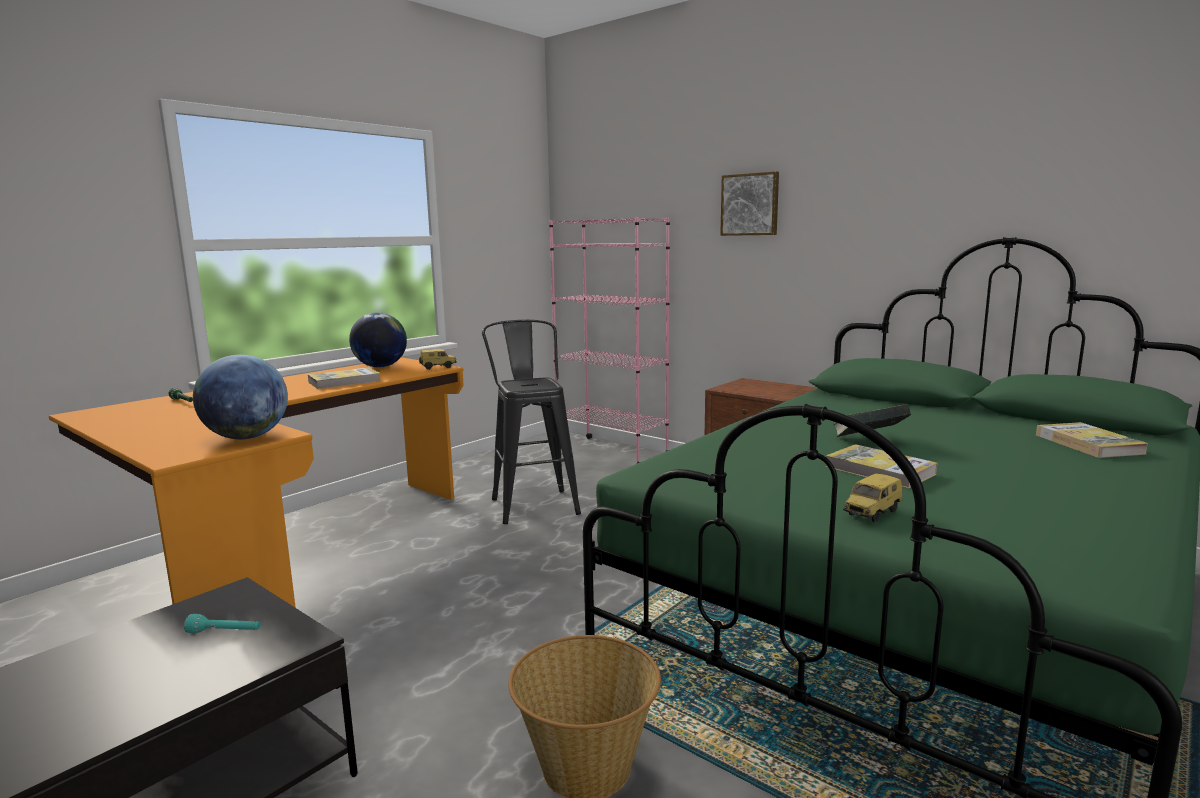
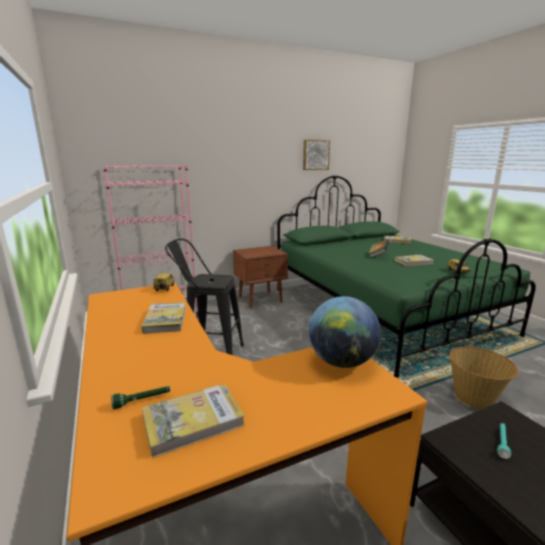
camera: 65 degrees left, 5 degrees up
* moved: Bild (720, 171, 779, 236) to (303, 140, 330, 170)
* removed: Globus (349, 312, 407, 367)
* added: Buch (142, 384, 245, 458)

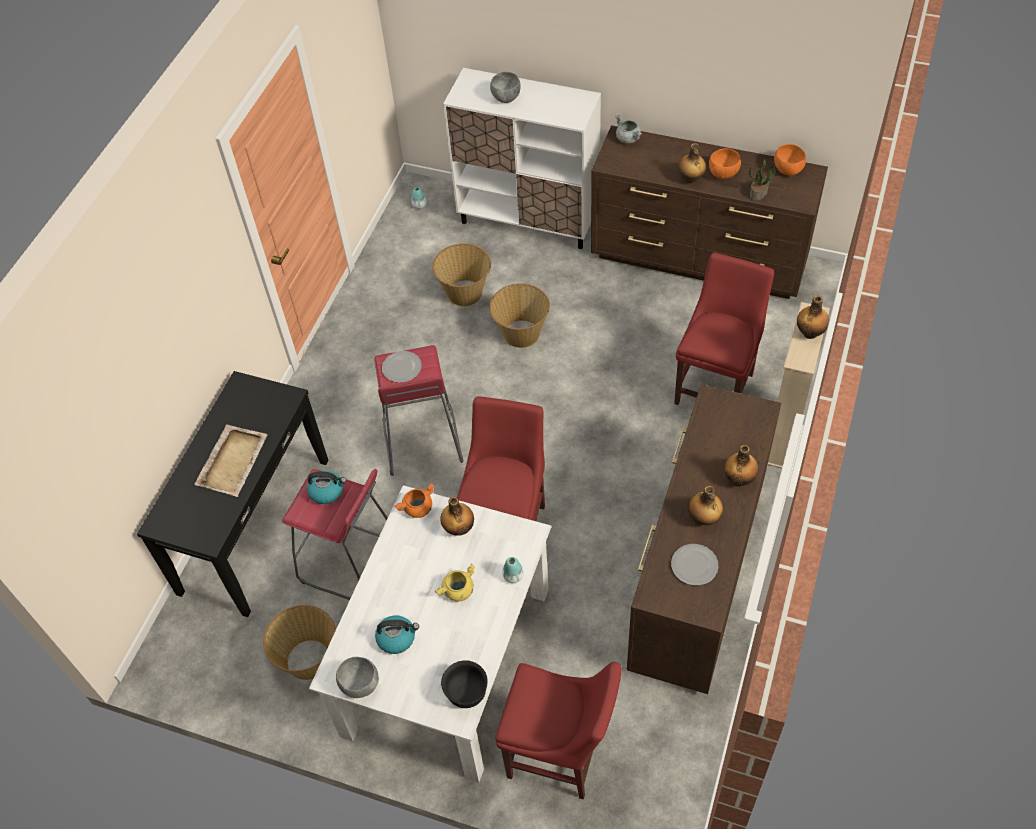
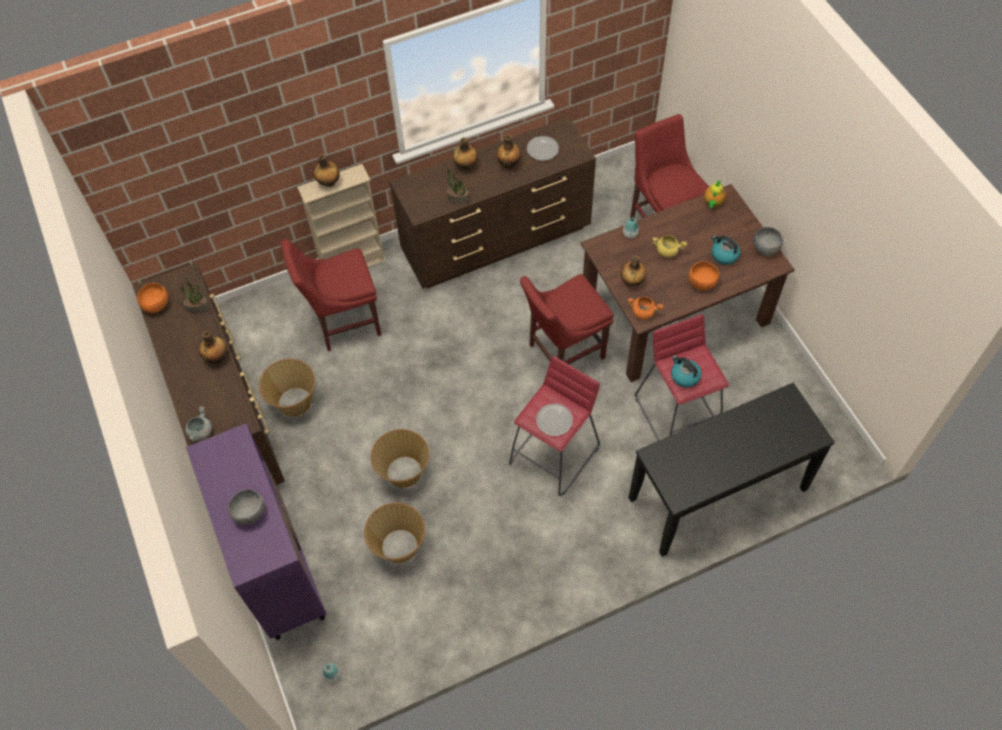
camera: 135 degrees left, 5 degrees up
* recoloured: Schrank [weiß] (443, 68, 601, 249) to Schrank [lila] (186, 423, 326, 640)
* moved: Schüssel [orange] (709, 148, 741, 179) to (688, 261, 719, 290)
* removed: Tablett [beige] (194, 424, 268, 497)
* recoloured: Esstisch [weiß] (309, 485, 551, 783) to Esstisch [braun] (581, 184, 795, 382)
* moved: Korb (263, 605, 336, 680) to (259, 359, 315, 417)
* replaced: Schüssel [schwarz] (441, 660, 488, 708) to Teekanne (704, 180, 726, 208)
* added: Topfpflanze (447, 169, 469, 204)

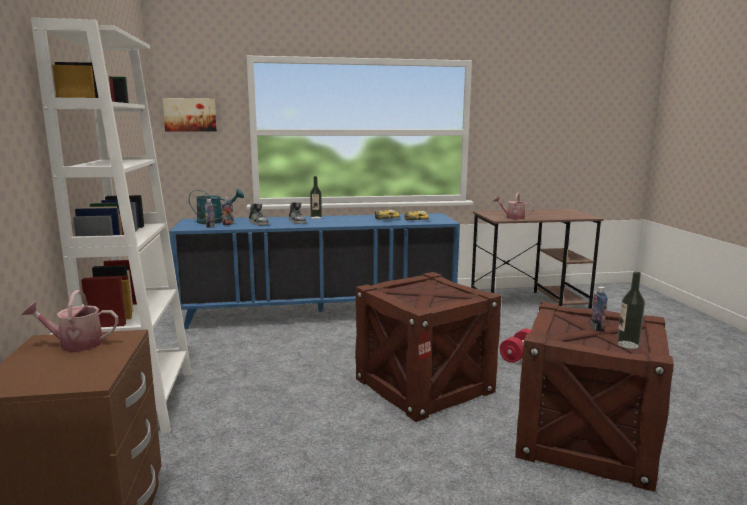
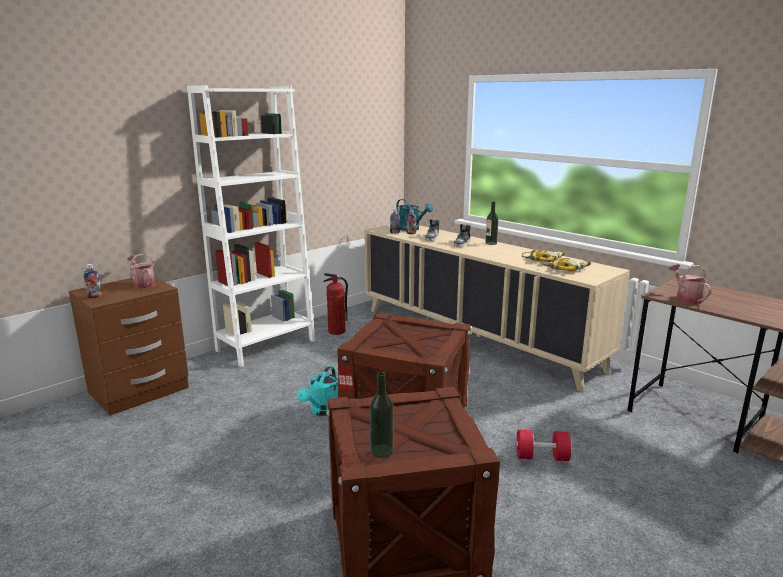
camera: 55 degrees right, 5 degrees up
* removed: Bild (162, 98, 217, 132)
* recoloured: Schrank [blau] (169, 213, 460, 329) to Schrank [beige] (364, 225, 630, 392)
* moved: Flasche (590, 286, 607, 332) to (84, 264, 102, 299)
* added: Feuerlöscher (324, 273, 348, 335)
* added: Gießkanne [türkis] (298, 366, 338, 416)

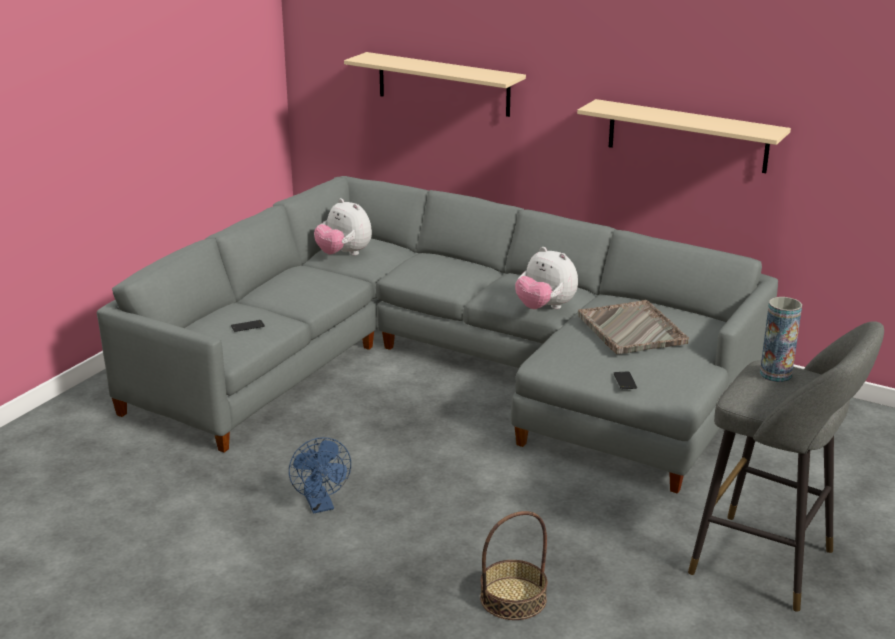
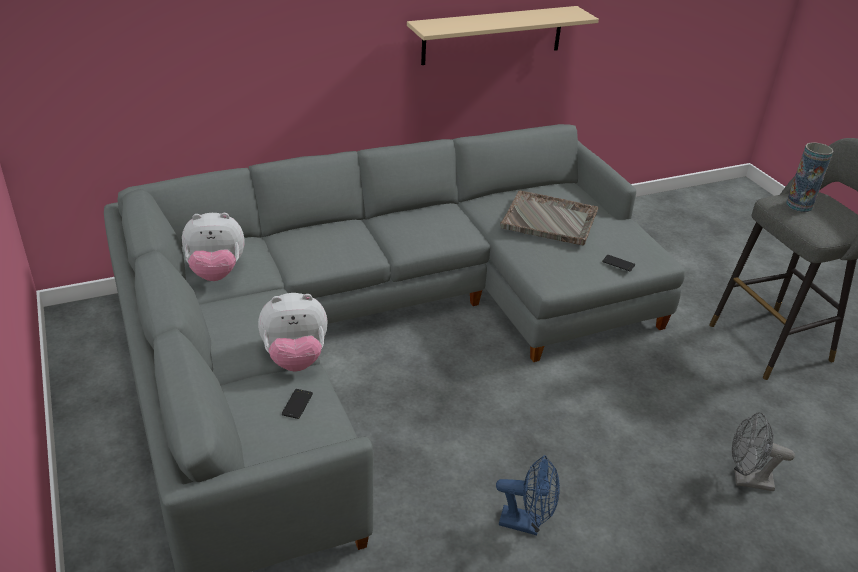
camera: 55 degrees left, 10 degrees up
* removed: Wandregal [beige] (344, 52, 526, 117)
* moved: Plüschtier (515, 247, 578, 309) to (258, 293, 328, 371)
* replaced: Korb (480, 511, 547, 620) to Ventilator [grau] (732, 412, 795, 491)

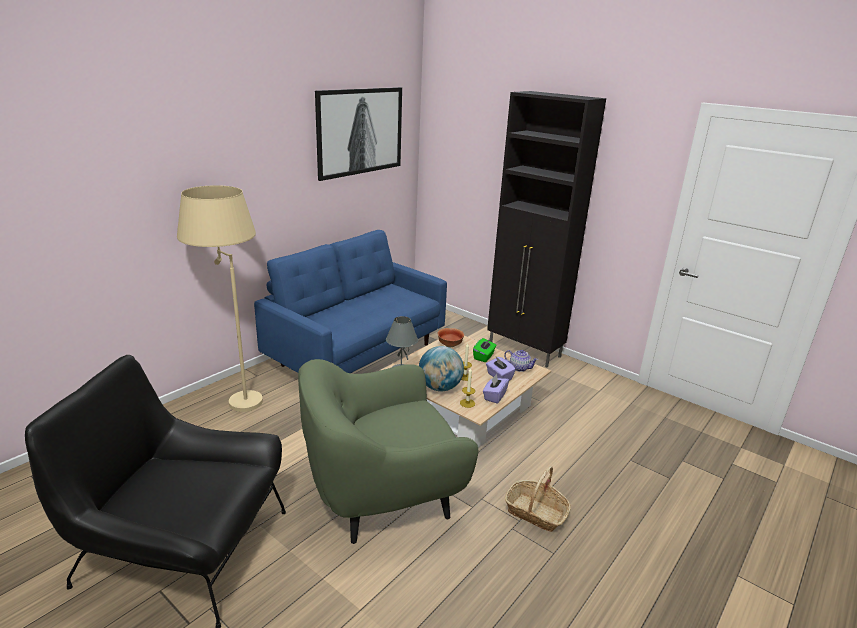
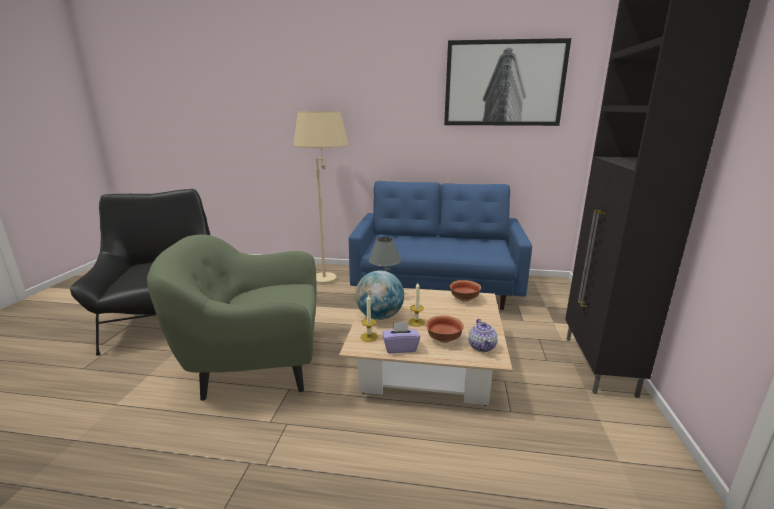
camera: 60 degrees right, 5 degrees down
* removed: Taschentuchbox [grün] (473, 338, 497, 362)
* replaced: Taschentuchbox [lila] (486, 357, 516, 381) to Schüssel (426, 315, 464, 343)
* turned: Sessel [grün] (298, 359, 478, 544) = (147, 235, 317, 401) 45 degrees counterclockwise
* removed: Korb (505, 466, 571, 532)

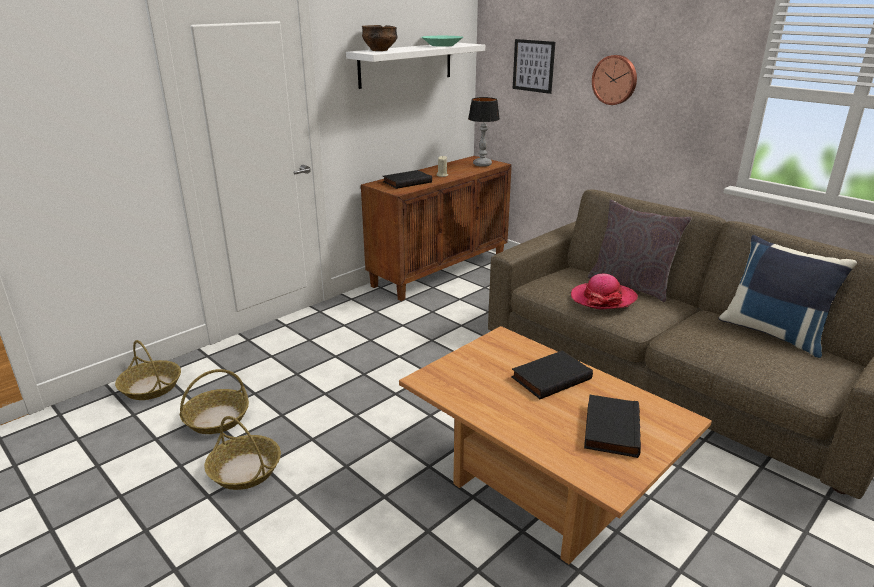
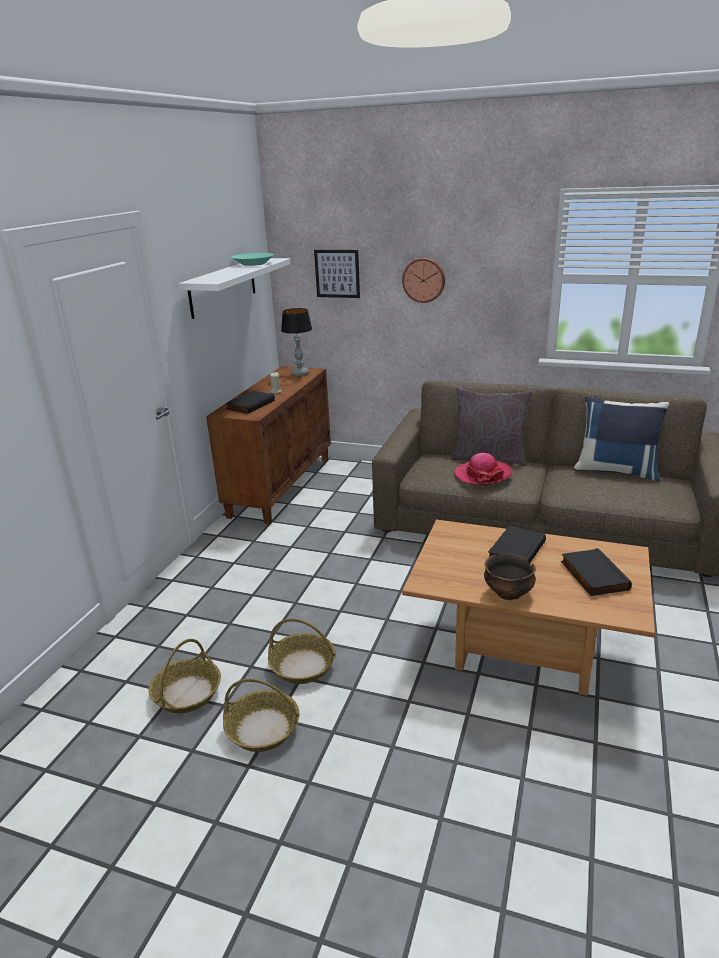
camera: 25 degrees left, 0 degrees up
* moved: Schüssel (362, 25, 398, 51) to (484, 553, 536, 600)
* moved: Korb (115, 340, 181, 400) to (268, 619, 336, 684)

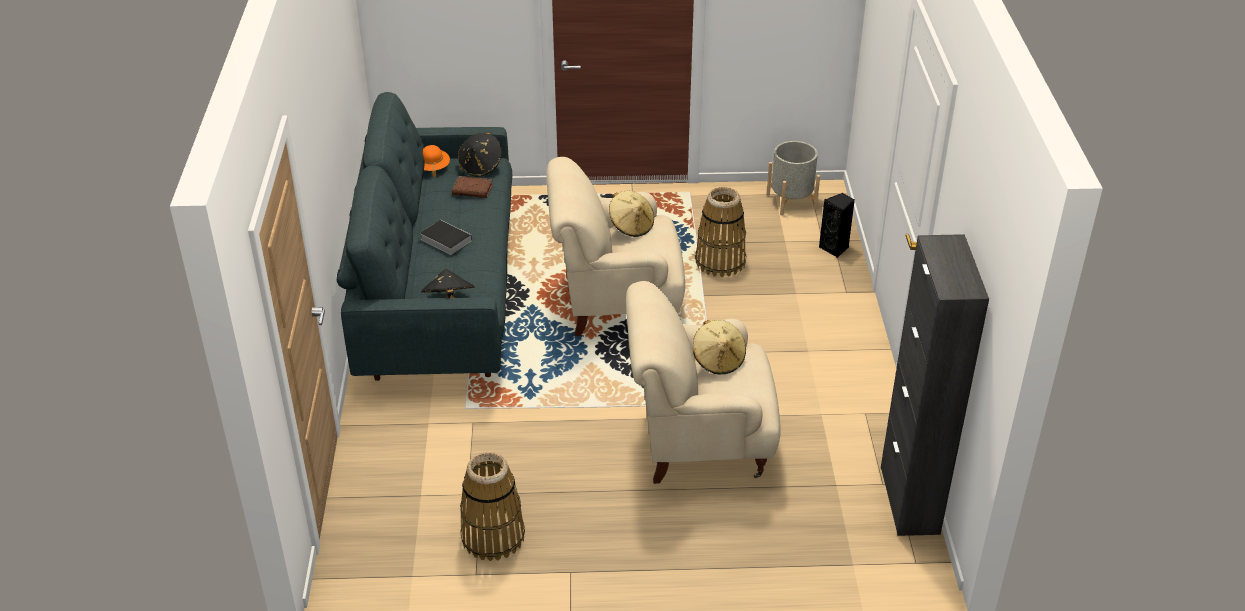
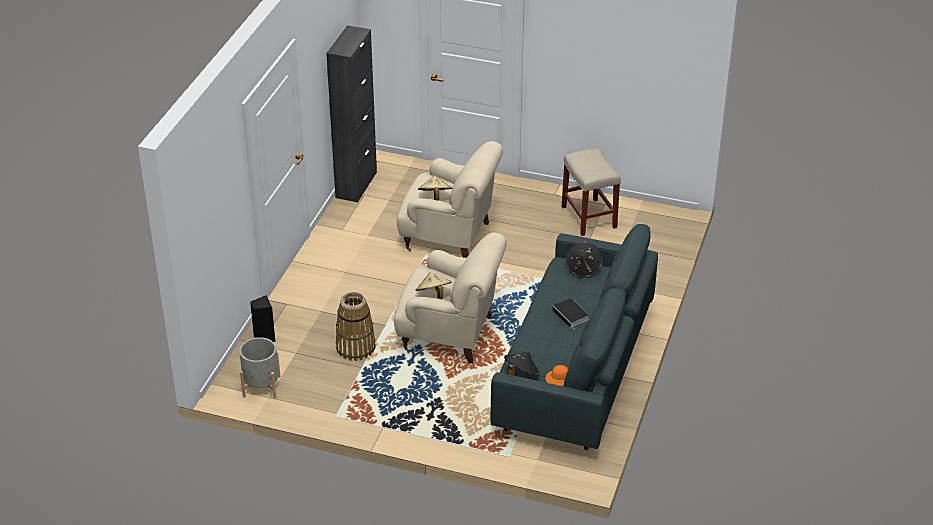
camera: 160 degrees left, 0 degrees up
* removed: Buch [braun] (452, 176, 493, 198)
* replaced: Korb (460, 452, 525, 561) to Hocker [beige] (562, 148, 621, 236)

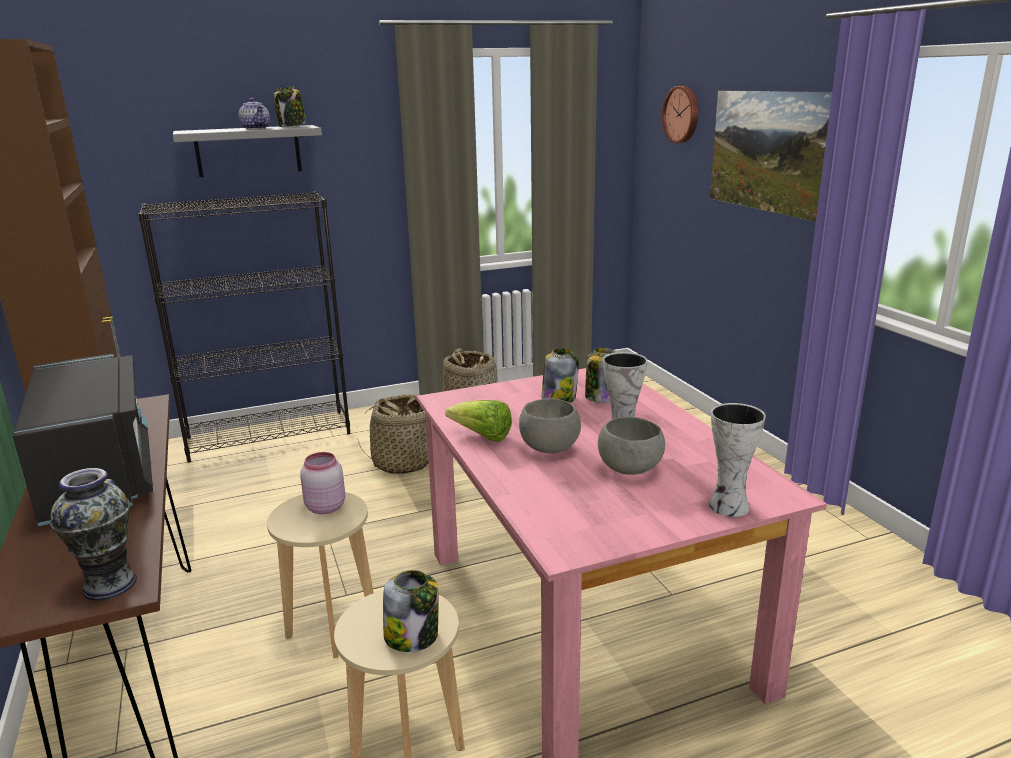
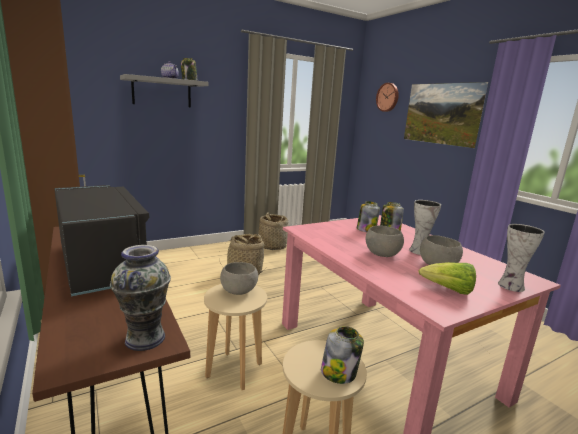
camera: 10 degrees left, 5 degrees down
* removed: Bücherregal [schwarz] (138, 192, 351, 463)
* moved: Salatkopf (445, 400, 512, 442) to (418, 262, 476, 295)
* replaced: Vorratsglas [rosa] (300, 452, 345, 514) to Schüssel [grau] (220, 262, 258, 295)

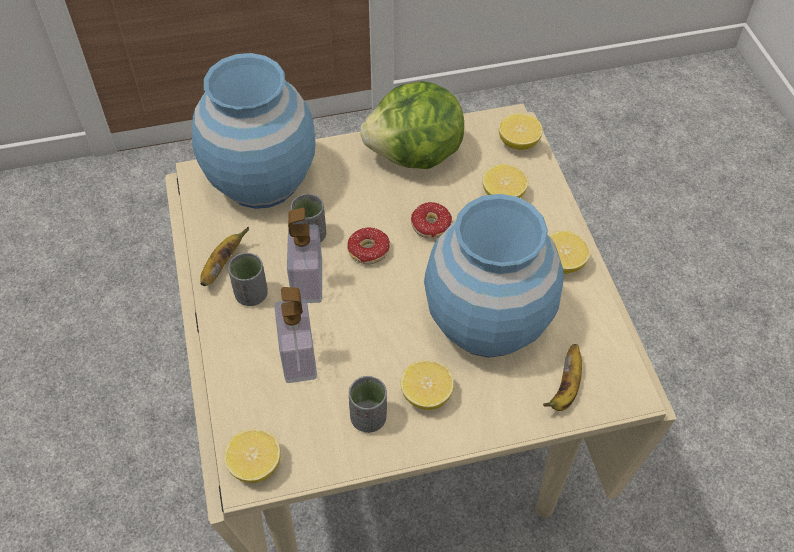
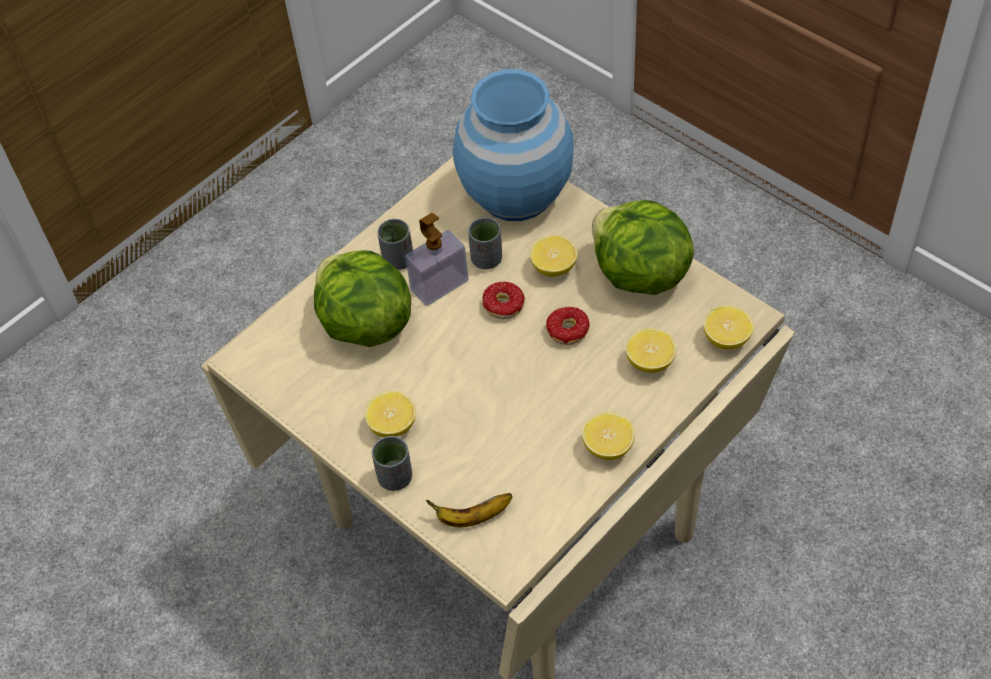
camera: 60 degrees right, 0 degrees up
* removed: Vase [blau] (424, 194, 564, 358)
* removed: Banane (200, 227, 249, 286)
* replaced: Seifenspender (275, 287, 317, 383) to Salatkopf (314, 250, 411, 347)
* moved: Tasse [grau] (349, 376, 387, 433) to (372, 436, 412, 491)
* moved: Zitrone (224, 429, 281, 483) to (530, 235, 577, 277)

